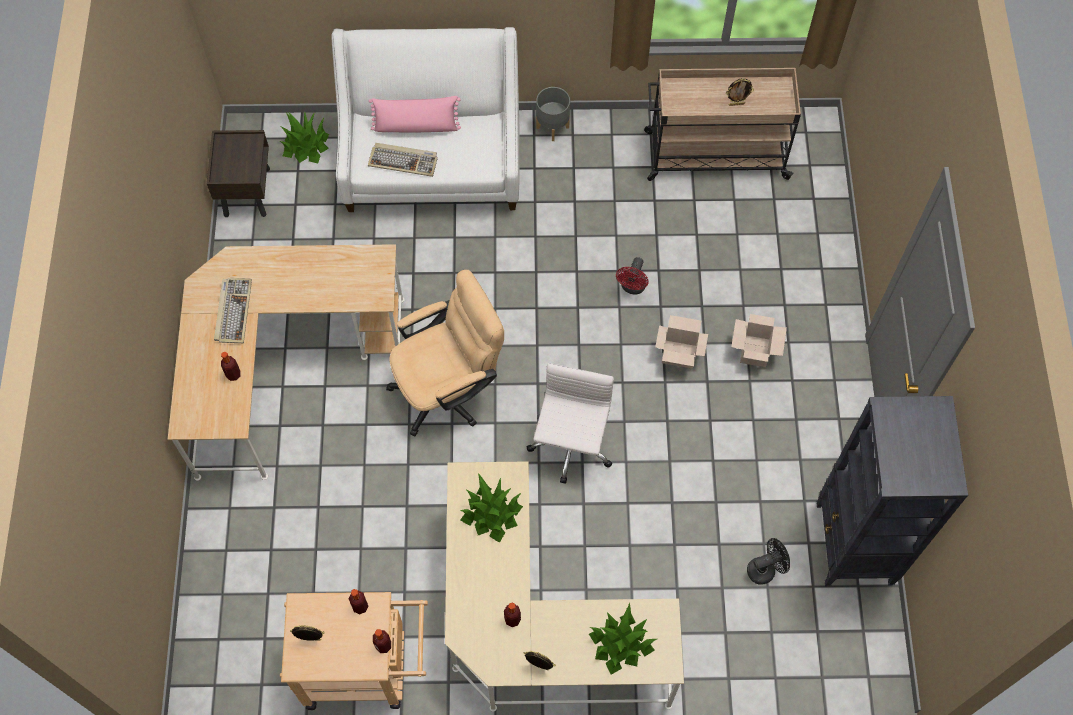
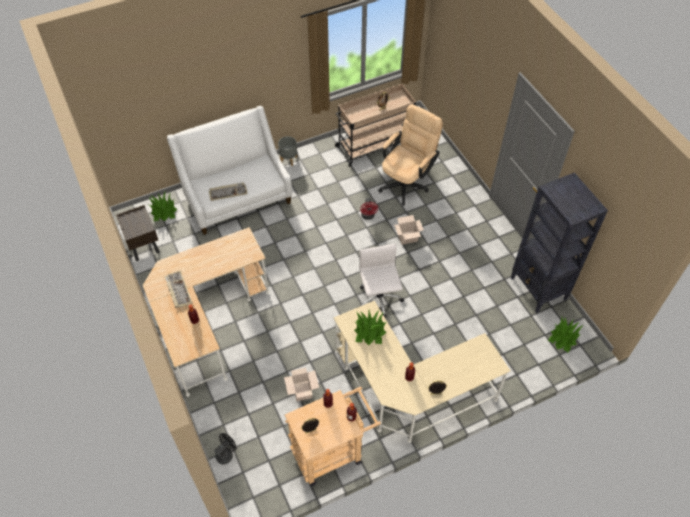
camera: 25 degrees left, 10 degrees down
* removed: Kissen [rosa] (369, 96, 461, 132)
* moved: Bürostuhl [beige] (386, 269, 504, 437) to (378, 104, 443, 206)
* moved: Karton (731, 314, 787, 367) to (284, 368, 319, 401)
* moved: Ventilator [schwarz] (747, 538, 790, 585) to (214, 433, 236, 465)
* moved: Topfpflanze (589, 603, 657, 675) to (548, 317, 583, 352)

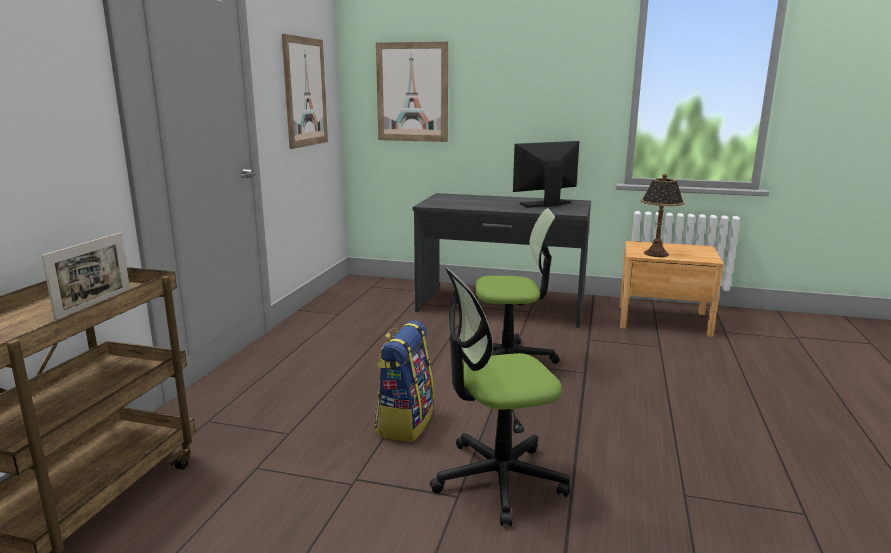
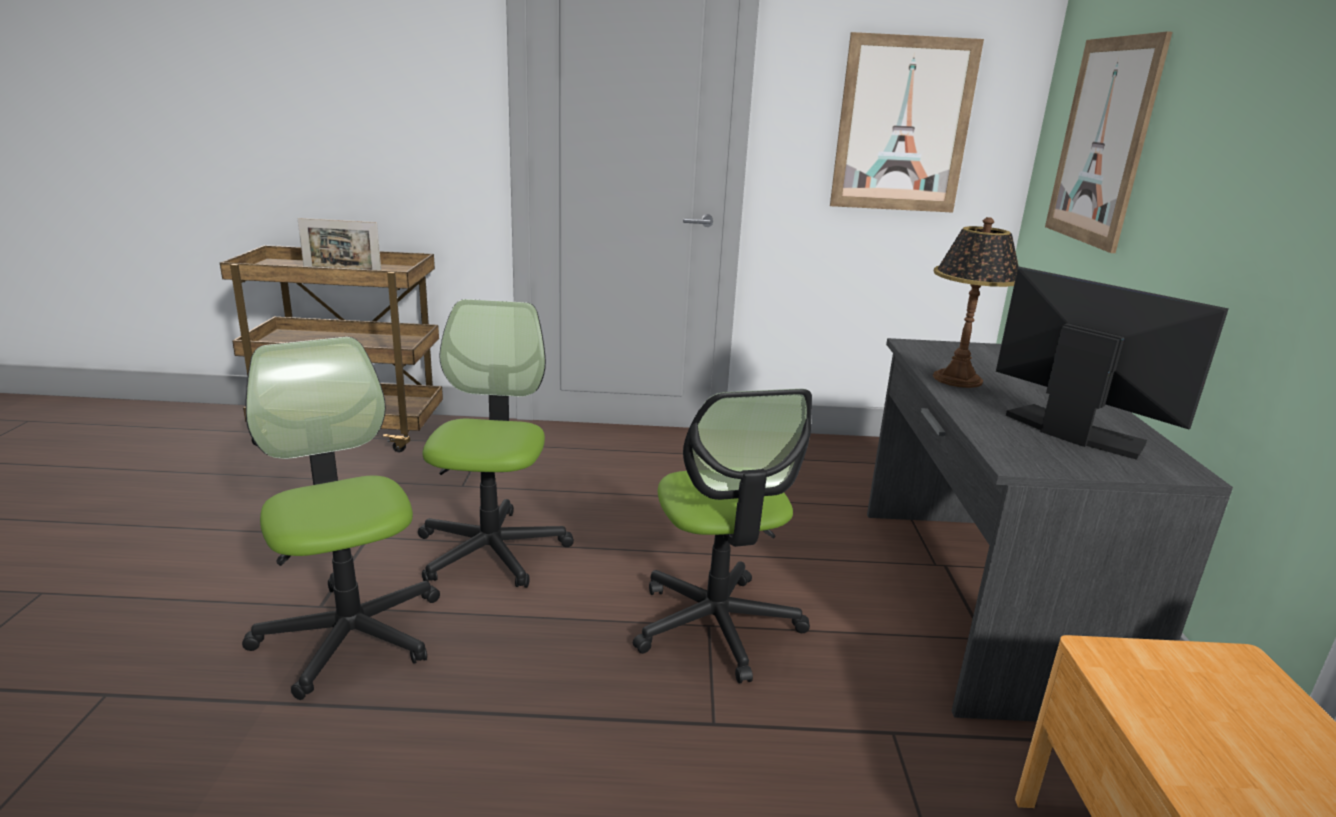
camera: 75 degrees right, 5 degrees up
* moved: Tischlampe (641, 174, 685, 257) to (933, 217, 1019, 388)
* replaced: Rucksack (374, 320, 434, 442) to Bürostuhl (418, 299, 574, 588)

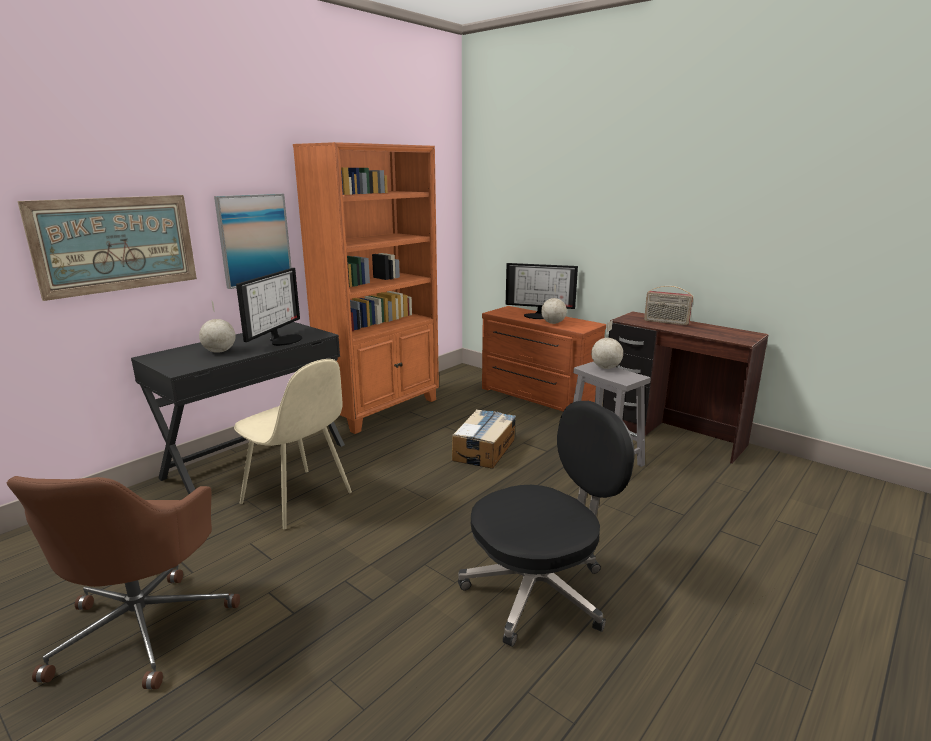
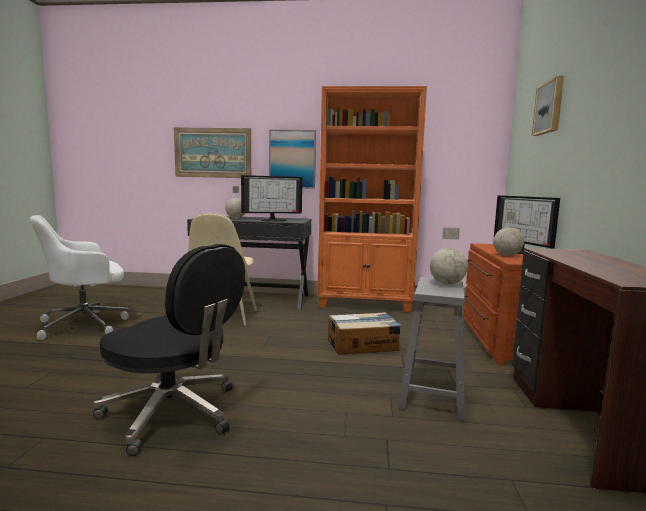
camera: 55 degrees right, 10 degrees down
* removed: Radio (644, 286, 693, 325)
* recoloured: Bürostuhl [braun] (7, 476, 240, 689) to Bürostuhl [weiß] (30, 215, 129, 340)
* added: Bild (532, 76, 564, 136)

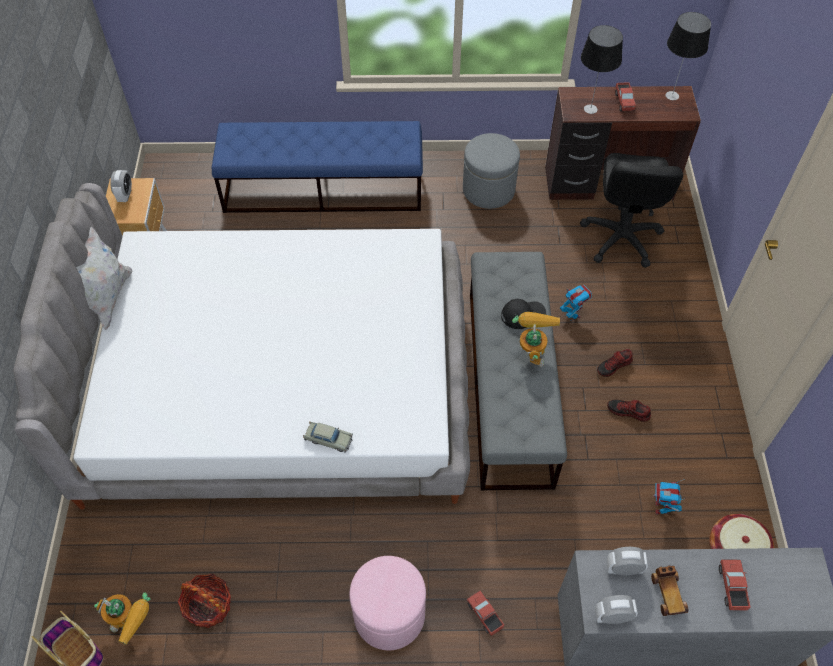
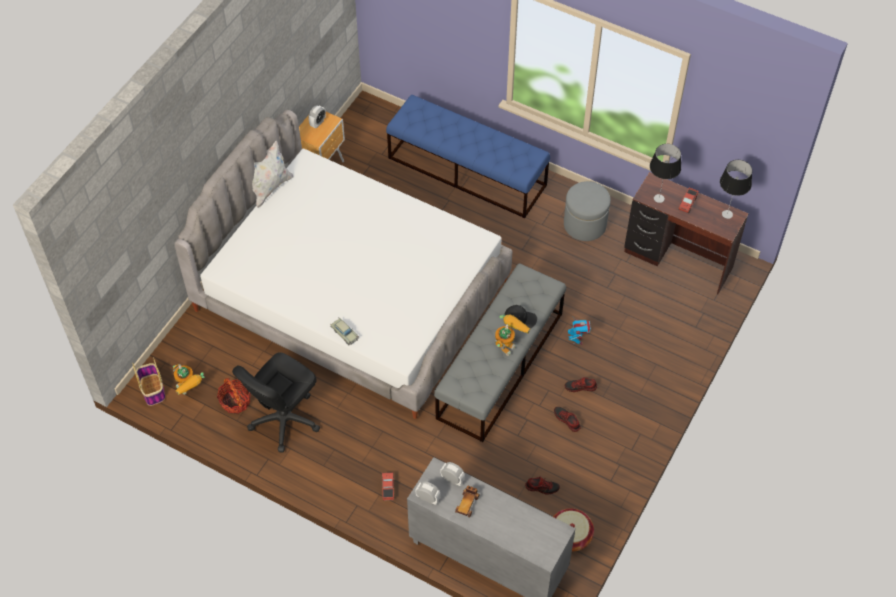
camera: 30 degrees right, 0 degrees up
* moved: Bürostuhl [schwarz] (580, 153, 683, 268) to (232, 352, 320, 452)
* replaced: Spielzeugroboter (654, 479, 685, 515) to Schuh (525, 477, 560, 495)
* removed: Polsterhocker [rosa] (349, 556, 426, 650)
* removed: Spielzeuglaster (719, 559, 750, 610)

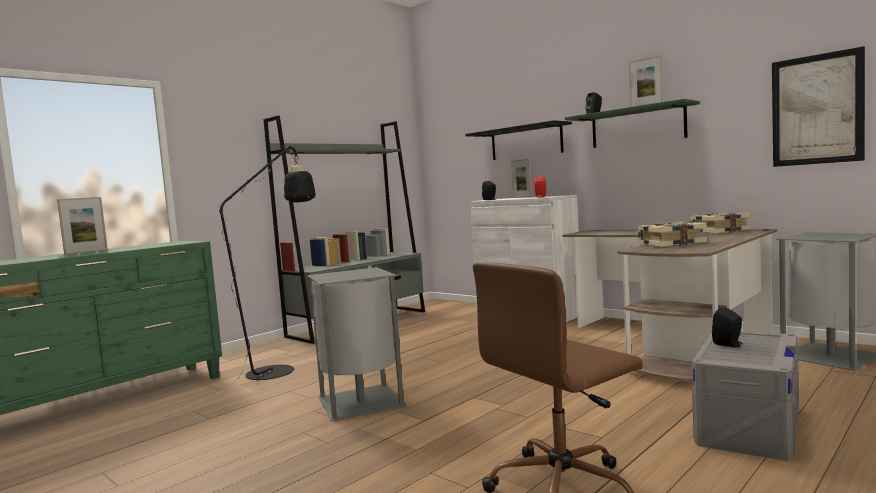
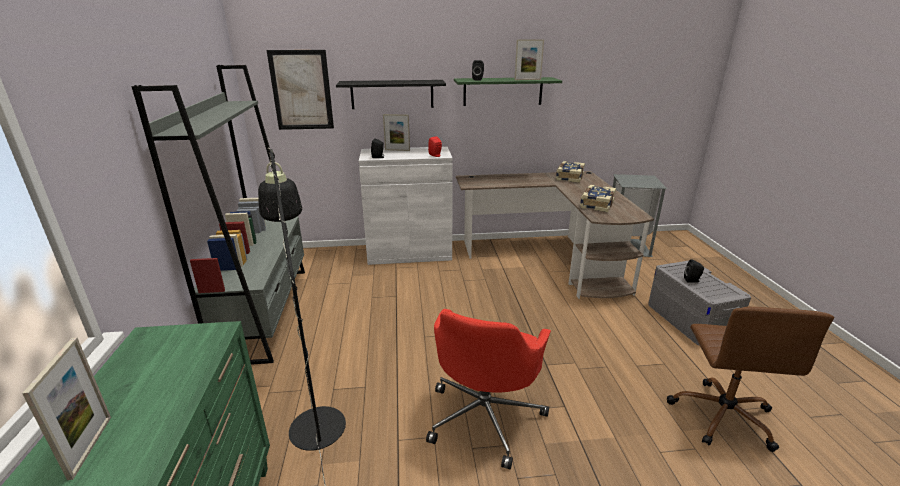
camera: 50 degrees left, 20 degrees up
* moved: Bild (772, 46, 865, 167) to (267, 50, 334, 130)
* replaced: Mülleimer [grau] (307, 267, 407, 421) to Bürostuhl [rot] (426, 309, 551, 469)

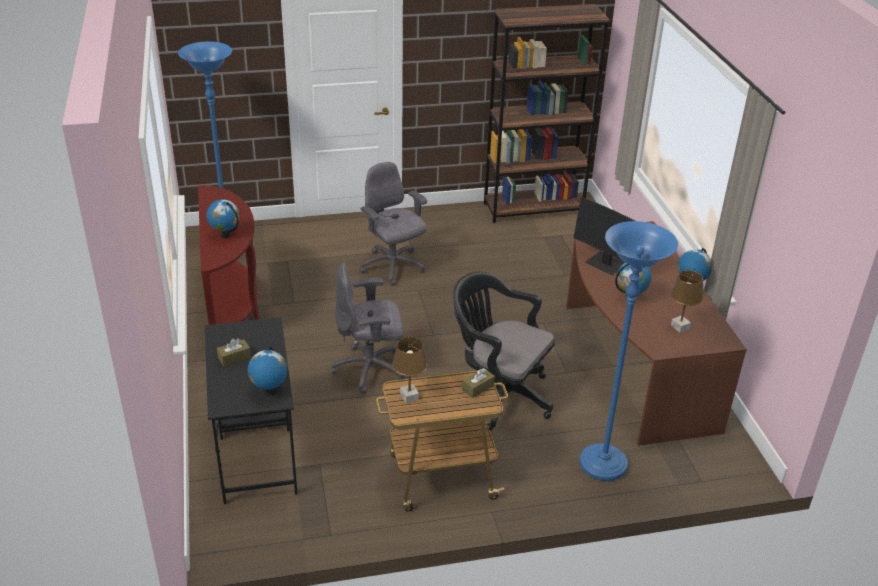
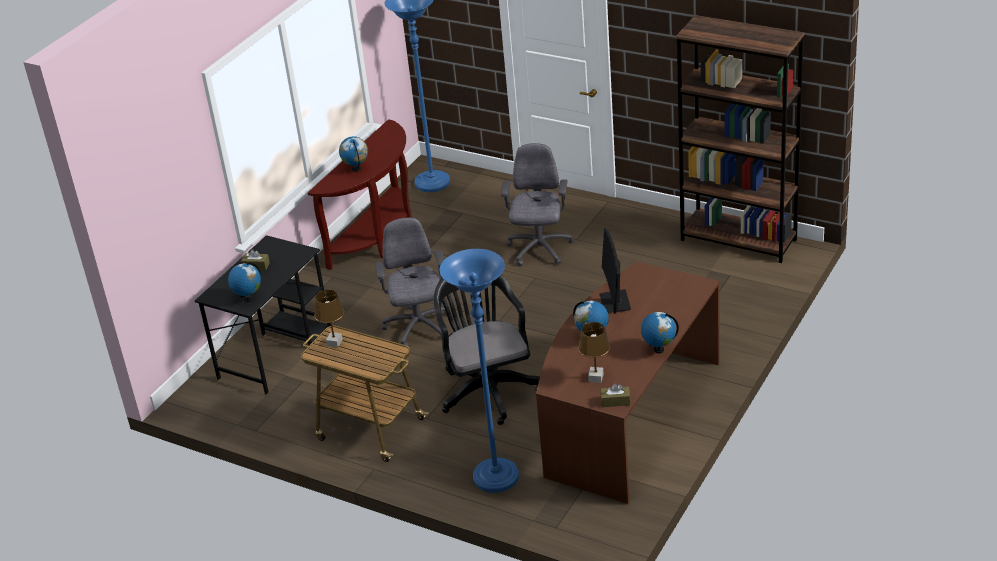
camera: 45 degrees right, 0 degrees up
* turned: Bürostuhl [grau] (332, 262, 405, 394) = (374, 218, 450, 347) 45 degrees clockwise
* moved: Taschentuchbox [braun] (462, 368, 495, 398) to (601, 384, 630, 407)

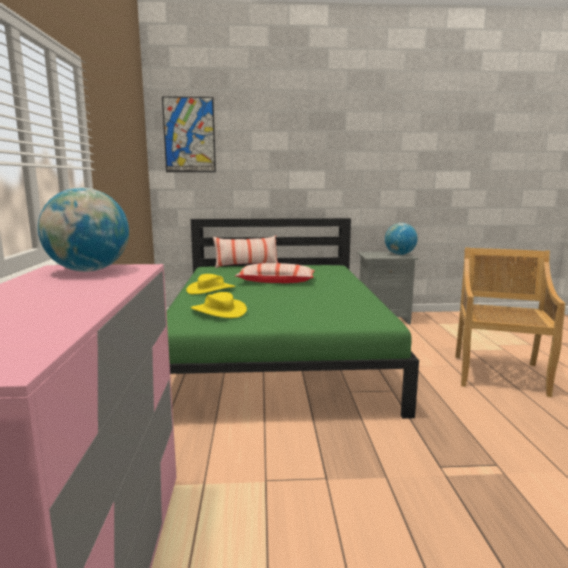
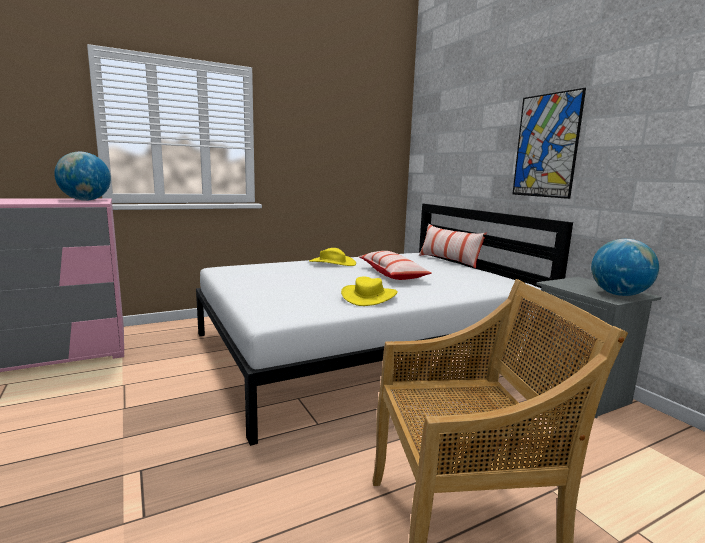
camera: 65 degrees right, 0 degrees up
* moved: Bild (162, 96, 216, 172) to (512, 88, 586, 199)
* recoloured: Bett [grün] (166, 218, 419, 419) to Bett [weiß] (196, 204, 573, 446)
* moved: Hut [gelb] (191, 292, 247, 318) to (341, 276, 398, 306)

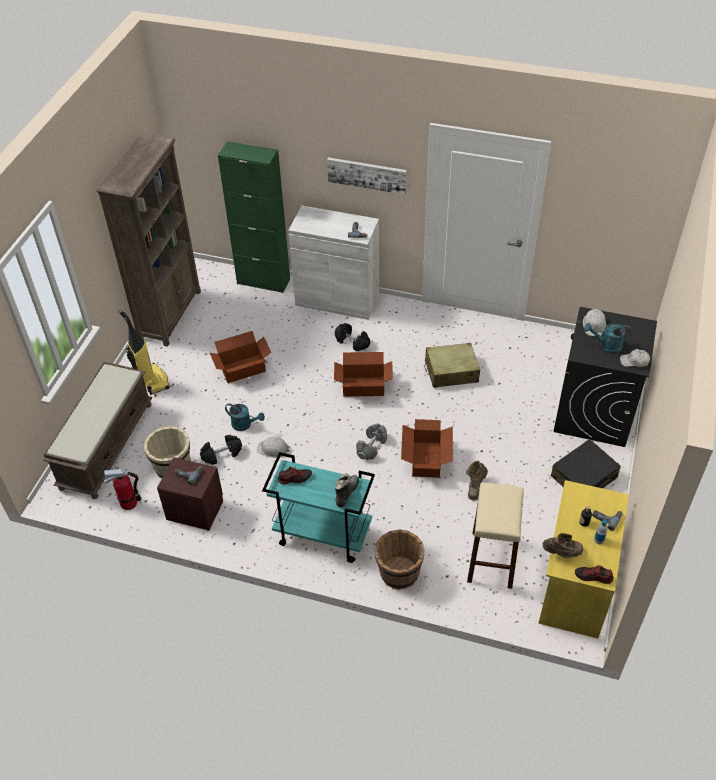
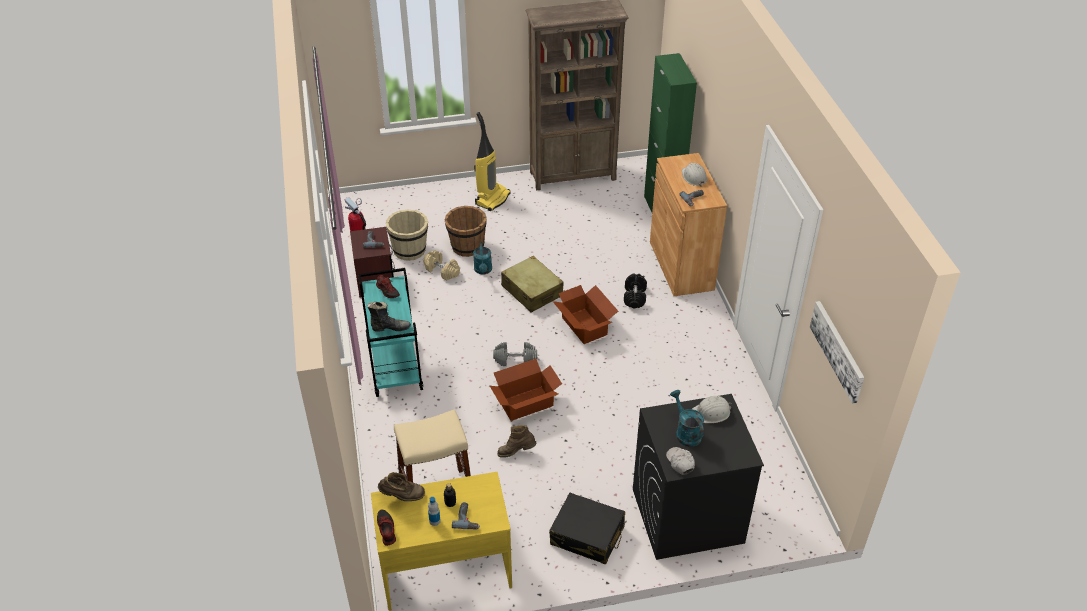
camera: 60 degrees right, 5 degrees down
* moved: Bild (327, 157, 406, 195) to (810, 301, 864, 404)
* recoloured: Schrank [weiß] (288, 206, 379, 320) to Schrank [braun] (650, 153, 727, 296)
* removed: Karton (210, 331, 271, 383)
* moved: Koffer [beige] (424, 343, 480, 388) to (501, 256, 564, 313)
* removed: Bank [braun] (43, 362, 152, 499)
* recoloured: Hantel [schwarz] (200, 435, 242, 465) to Hantel [beige] (423, 251, 460, 281)
* moved: Schutzhelm [weiß] (257, 437, 290, 458) to (682, 163, 707, 187)
* moved: Eimer [braun] (374, 530, 425, 590) to (445, 206, 487, 257)
* turned: Stiefel [braun] (543, 533, 583, 558) = (378, 472, 425, 501) 60 degrees counterclockwise

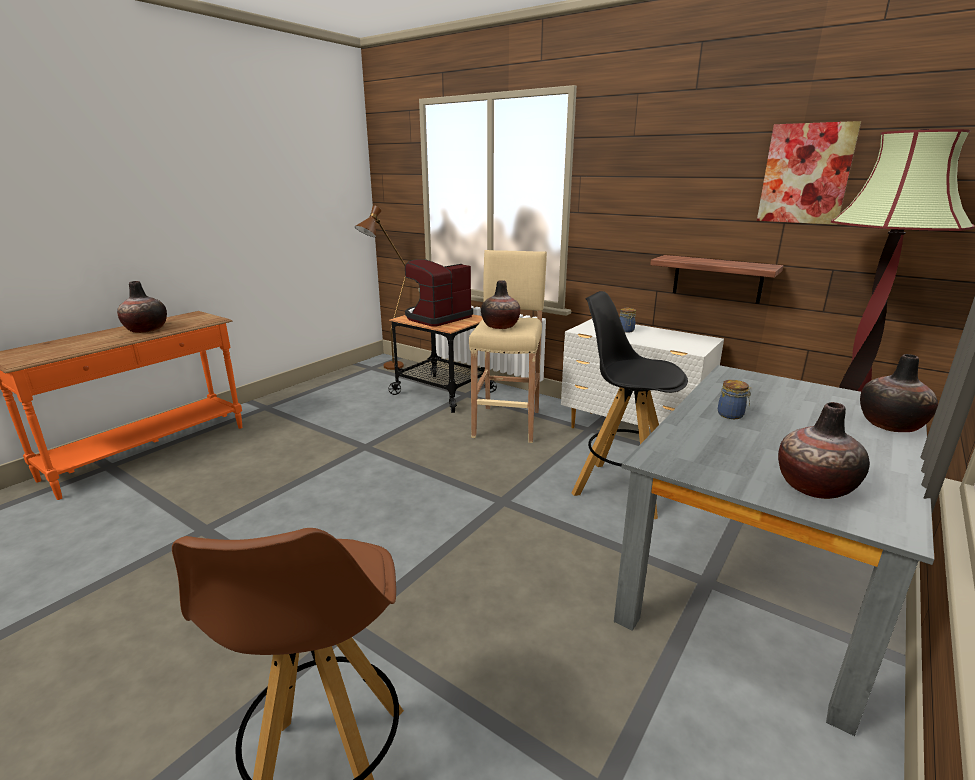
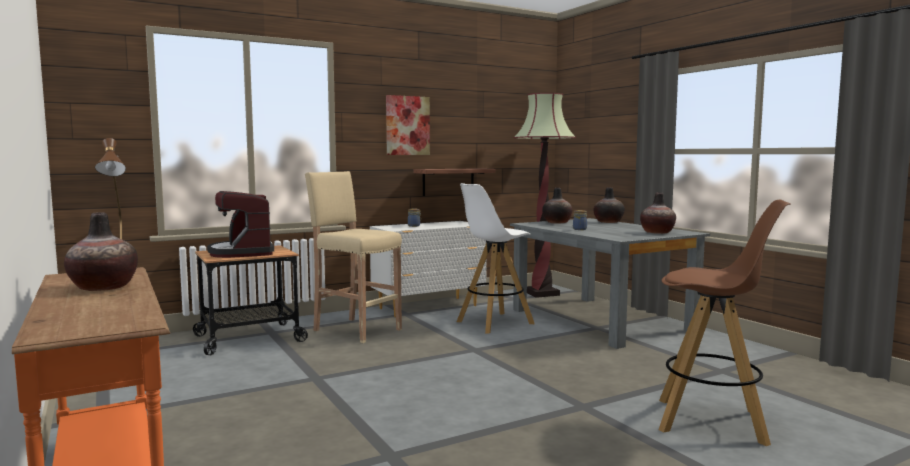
camera: 65 degrees left, 15 degrees down
* moved: Bild (757, 121, 861, 225) to (386, 95, 430, 155)
* moved: Vase (481, 280, 520, 329) to (542, 188, 572, 224)
* recoloured: Hocker [schwarz] (572, 291, 688, 519) to Hocker [weiß] (457, 183, 535, 334)

